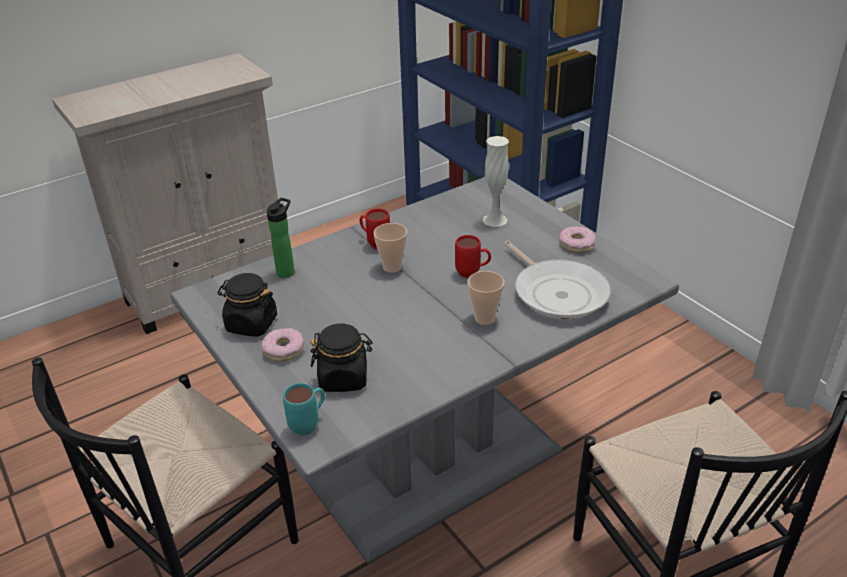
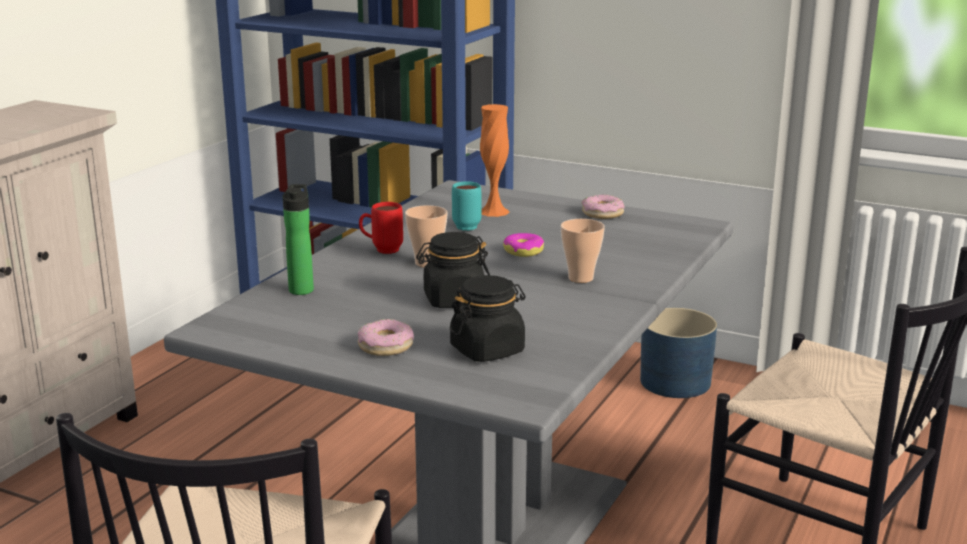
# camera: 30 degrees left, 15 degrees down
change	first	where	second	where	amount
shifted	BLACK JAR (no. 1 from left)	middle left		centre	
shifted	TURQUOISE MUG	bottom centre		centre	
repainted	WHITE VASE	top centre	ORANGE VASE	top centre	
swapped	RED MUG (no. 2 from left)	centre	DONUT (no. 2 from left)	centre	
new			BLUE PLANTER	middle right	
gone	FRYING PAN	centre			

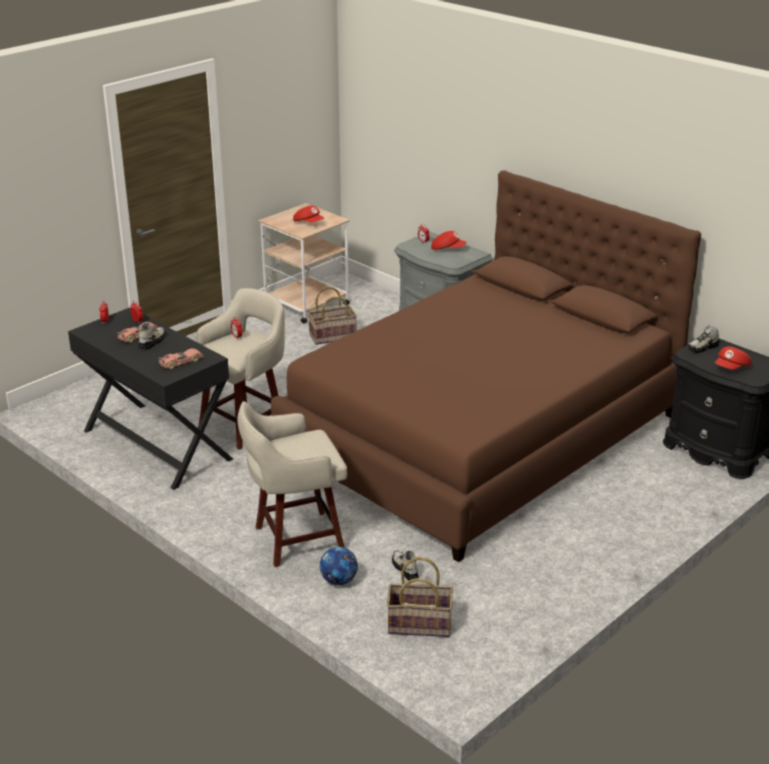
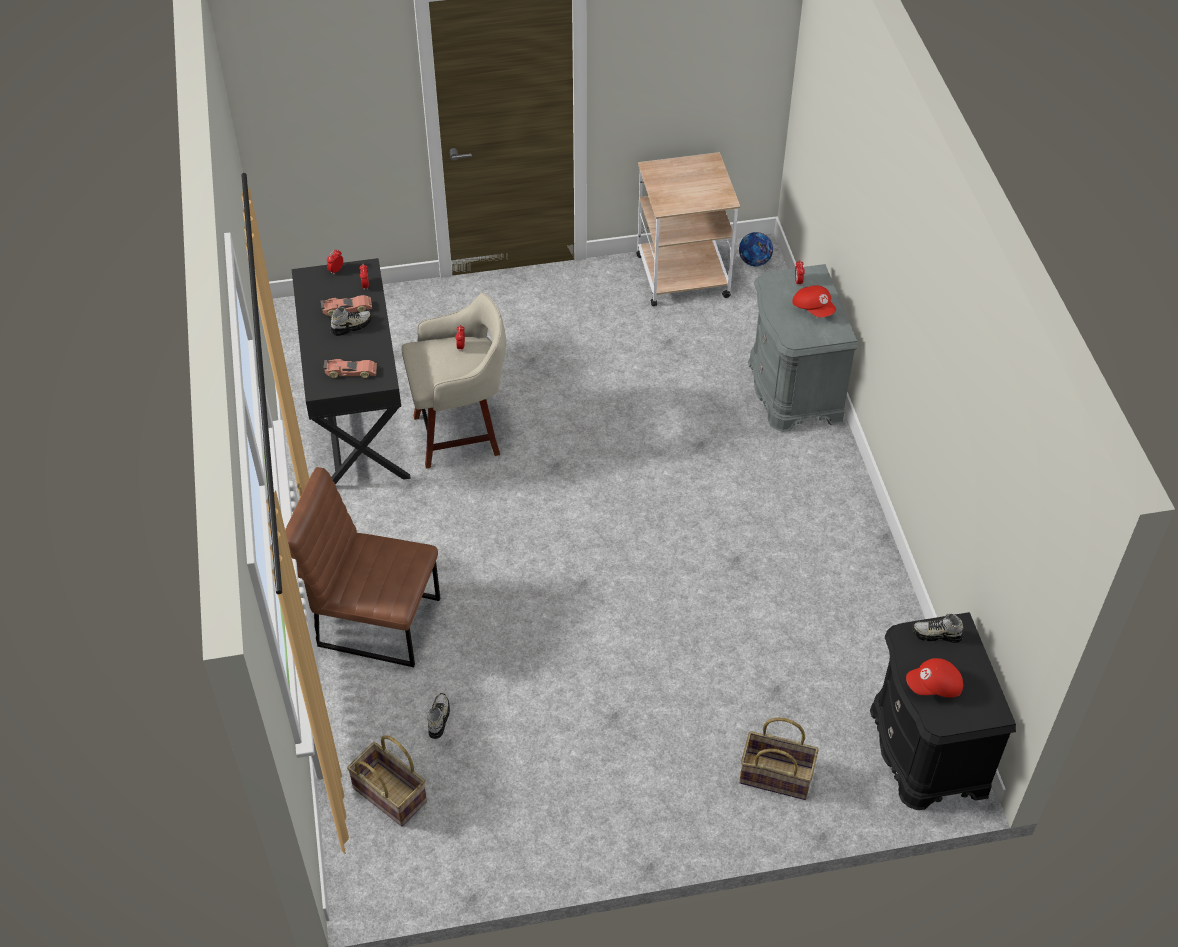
# camera: 35 degrees right, 20 degrees up
change	first	where	second	where	amount
swapped	BEIGE STOOL (no. 2 from left)	centre	BROWN CHAIR	middle left	
shifted	FOOTBALL	bottom centre		top centre	
shifted	BASKET (no. 1 from left in the first image)	centre	BASKET (no. 2 from left)	bottom centre	
gone	BROWN BED	centre			
gone	RED CAP (no. 1 from left)	top centre			

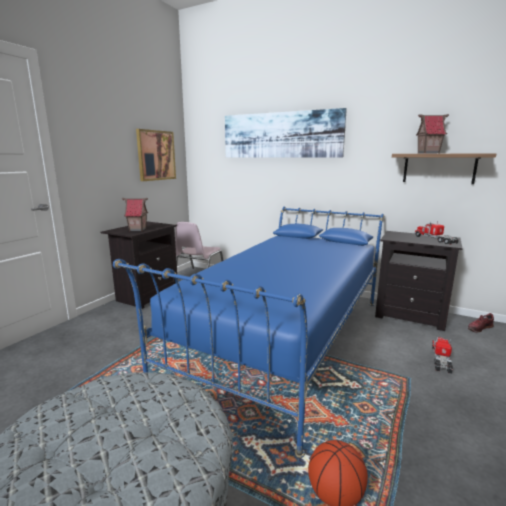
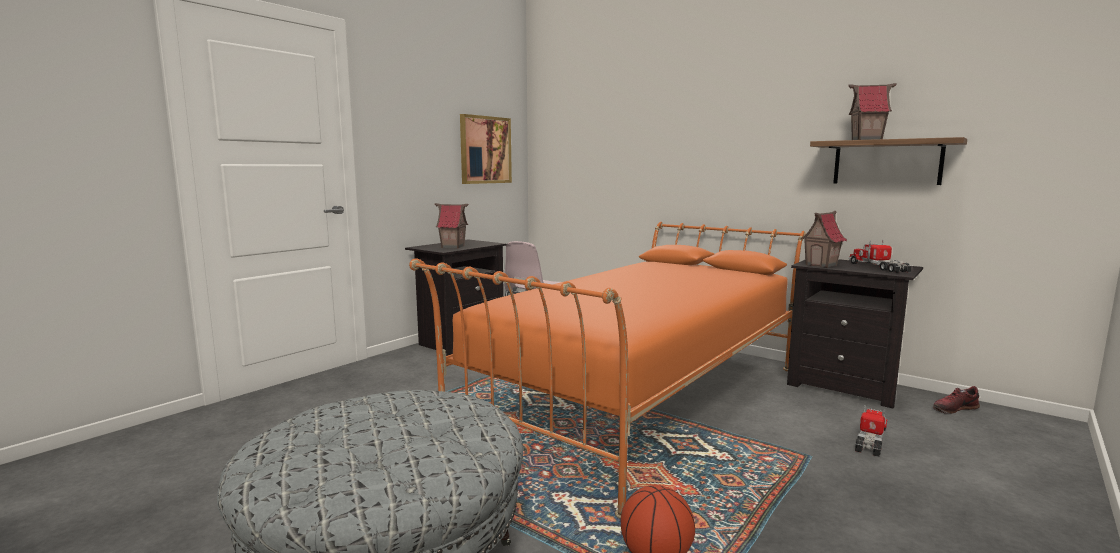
# camera: 10 degrees right, 5 degrees down
change	first	where	second	where	amount
repainted	BLUE BED	centre	ORANGE BED	bottom centre	
new			TOY HOUSE (no. 2 from left)	middle right	
gone	PICTURE (no. 2 from left)	top centre			

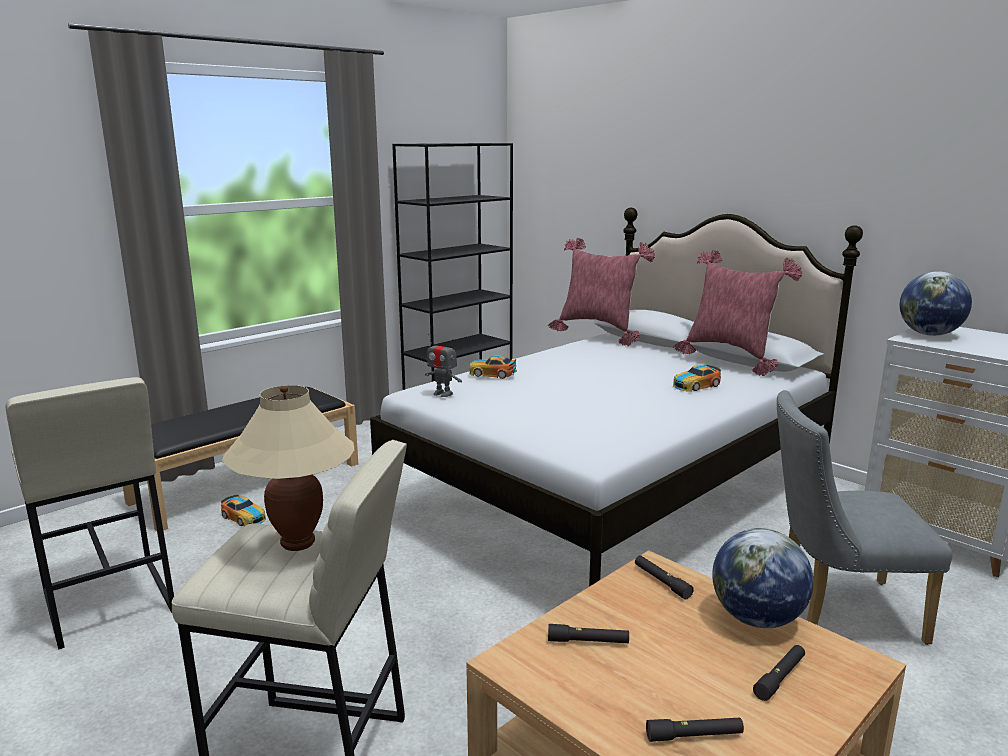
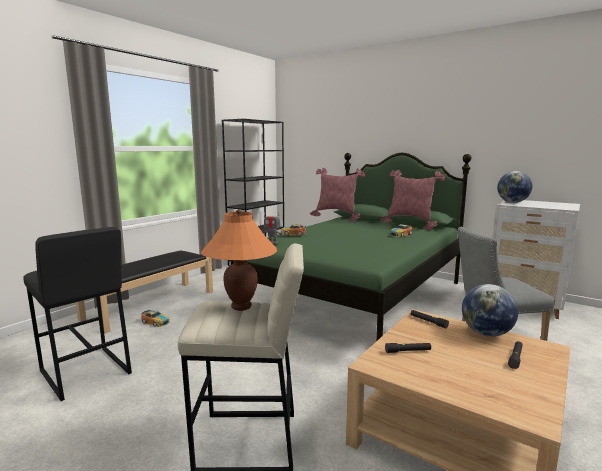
# camera: 10 degrees left, 5 degrees down
change	first	where	second	where	amount
repainted	BEIGE STOOL (no. 1 from left)	bottom left	BLACK STOOL	bottom left	
repainted	BEIGE TABLE LAMP	middle left	ORANGE TABLE LAMP	centre	
repainted	WHITE BED	centre	GREEN BED	centre	
gone	BLACK FLASHLIGHT (no. 3 from left)	bottom right			

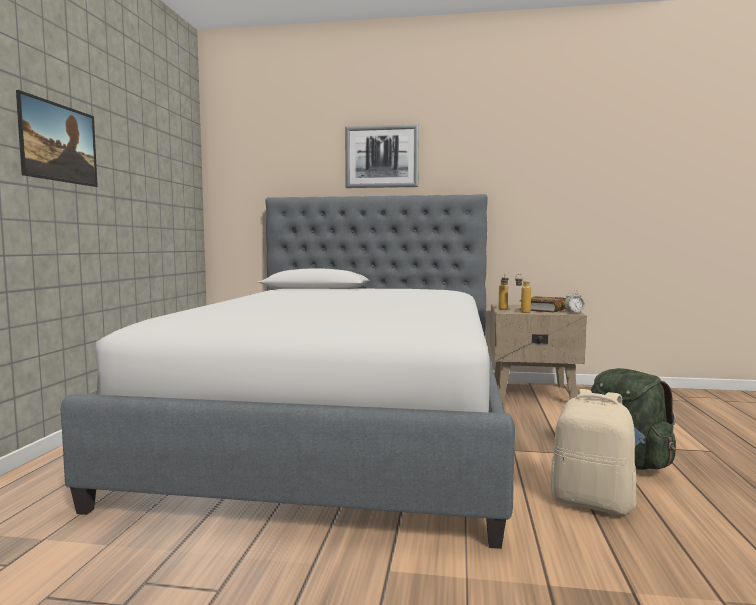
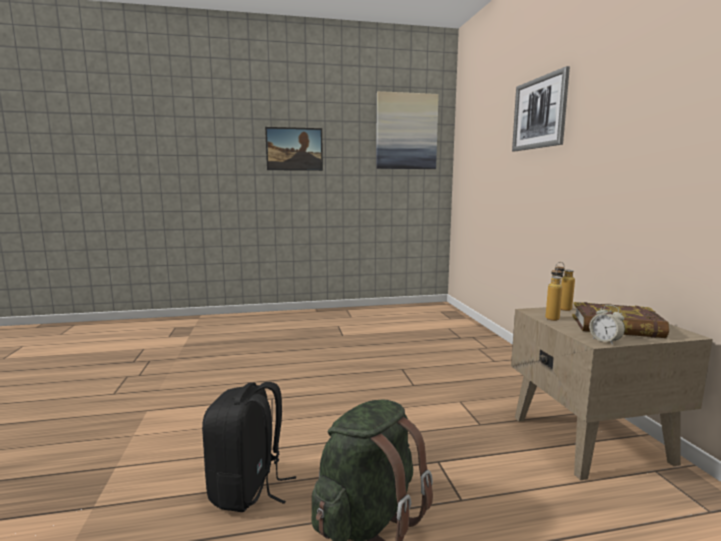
# camera: 70 degrees right, 5 degrees up
change	first	where	second	where	amount
repainted	BEIGE BACKPACK	bottom right	BLACK BACKPACK	bottom centre	
new			PICTURE (no. 2 from left)	top centre	
gone	BED	centre			

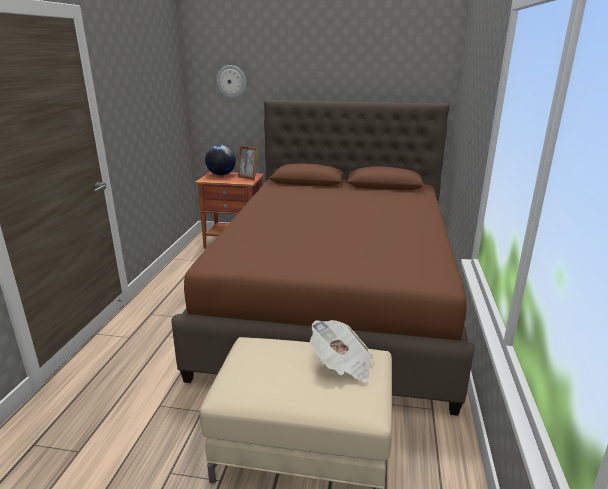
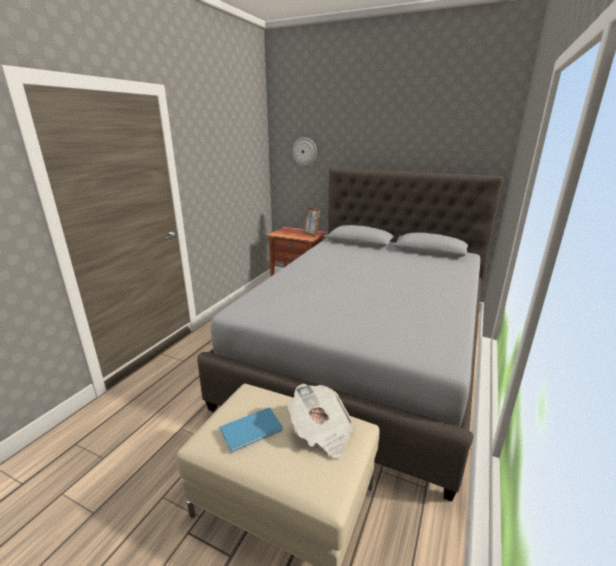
# camera: 15 degrees right, 0 degrees up
change	first	where	second	where	amount
repainted	BROWN BED	centre	GREY BED	centre	
new			BLUE BOOK	bottom centre	
gone	GLOBE	top centre			

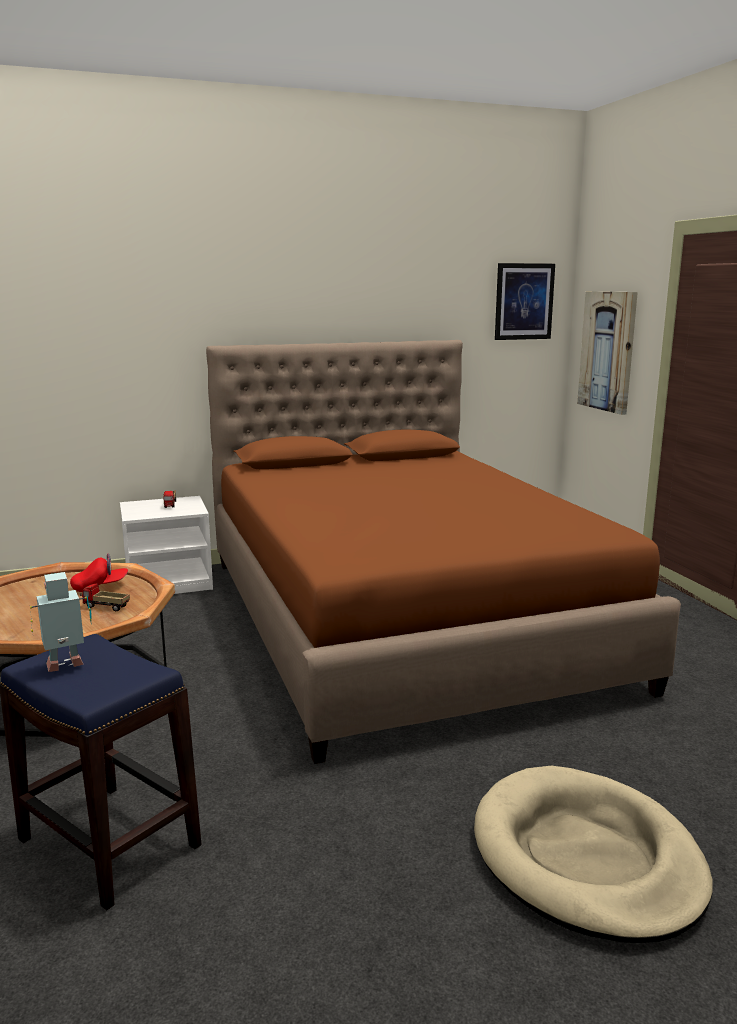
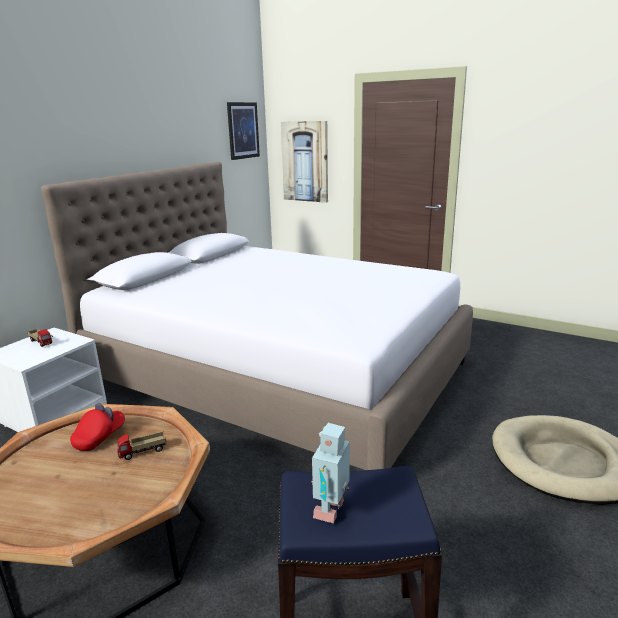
# camera: 40 degrees left, 5 degrees up
change	first	where	second	where	amount
repainted	BROWN BED	centre	WHITE BED	centre	

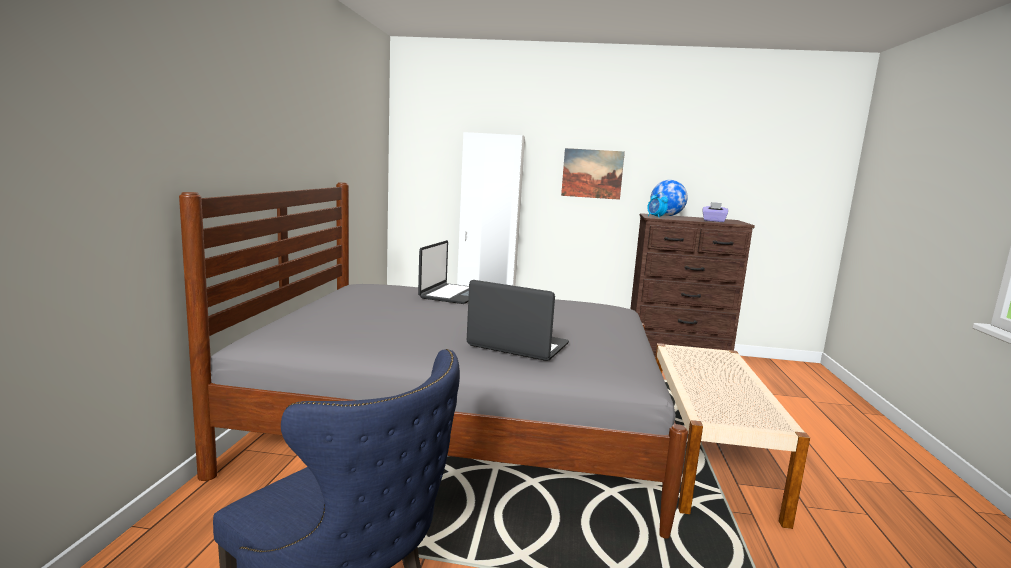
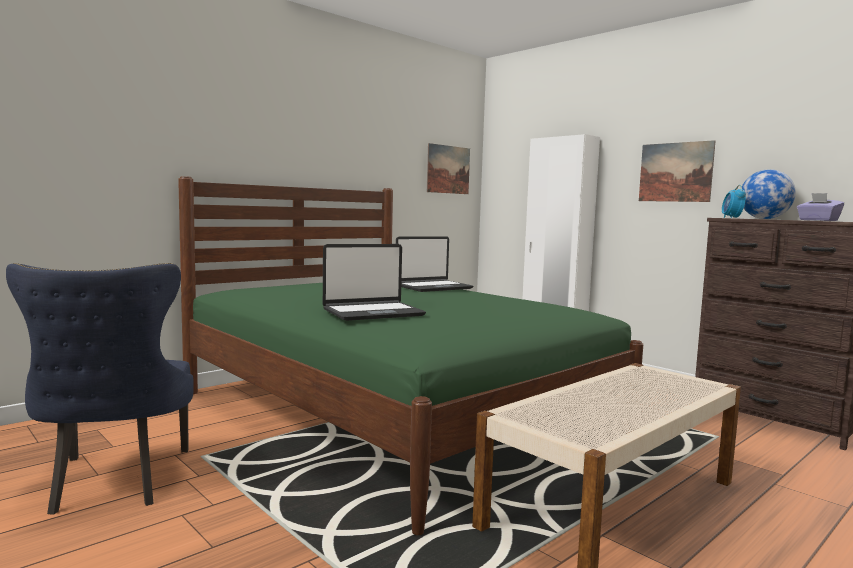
# camera: 40 degrees right, 5 degrees down
change	first	where	second	where	amount
repainted	GREY BED	centre	GREEN BED	centre	
rotated	LAPTOP (no. 2 from left in the first image)	centre	LAPTOP (no. 1 from left)	centre	90 degrees clockwise
new			PICTURE (no. 1 from left)	top centre	

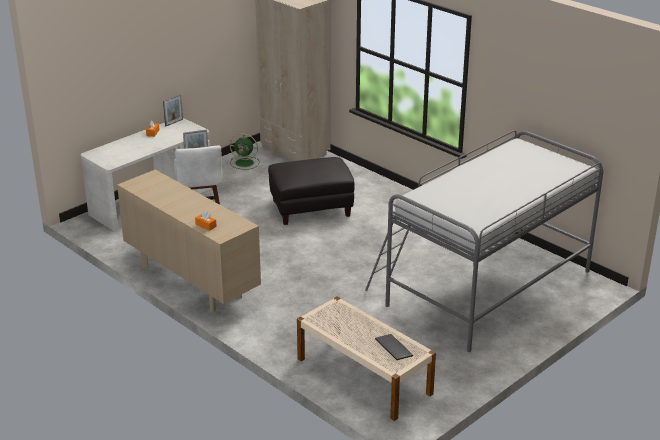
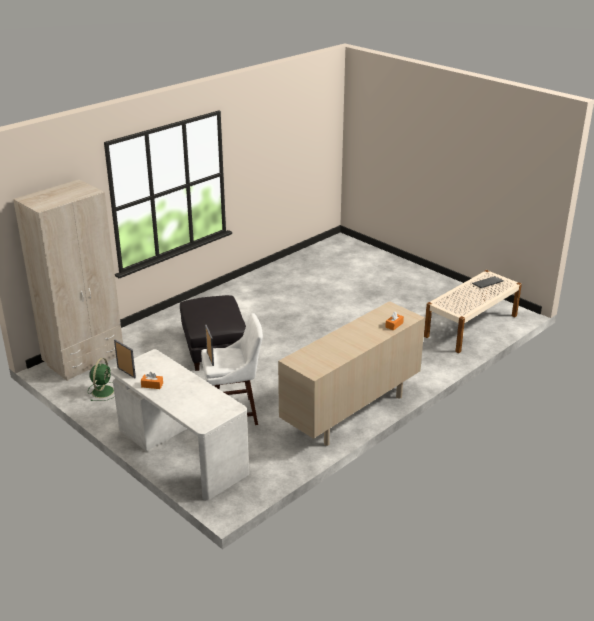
# camera: 90 degrees left, 0 degrees up
change	first	where	second	where	amount
gone	GREY BED	middle right			

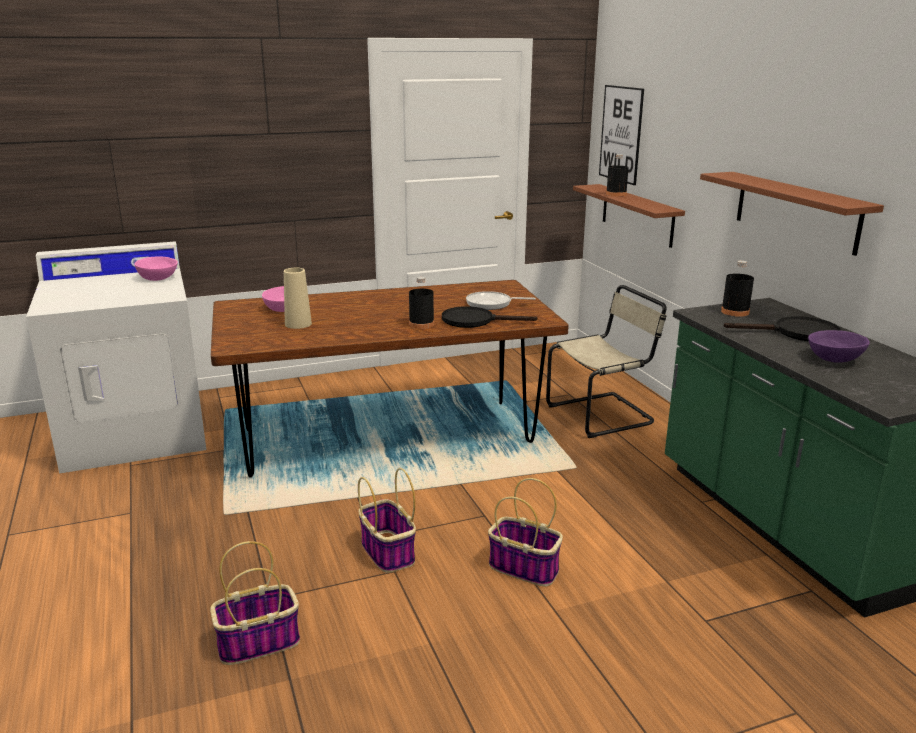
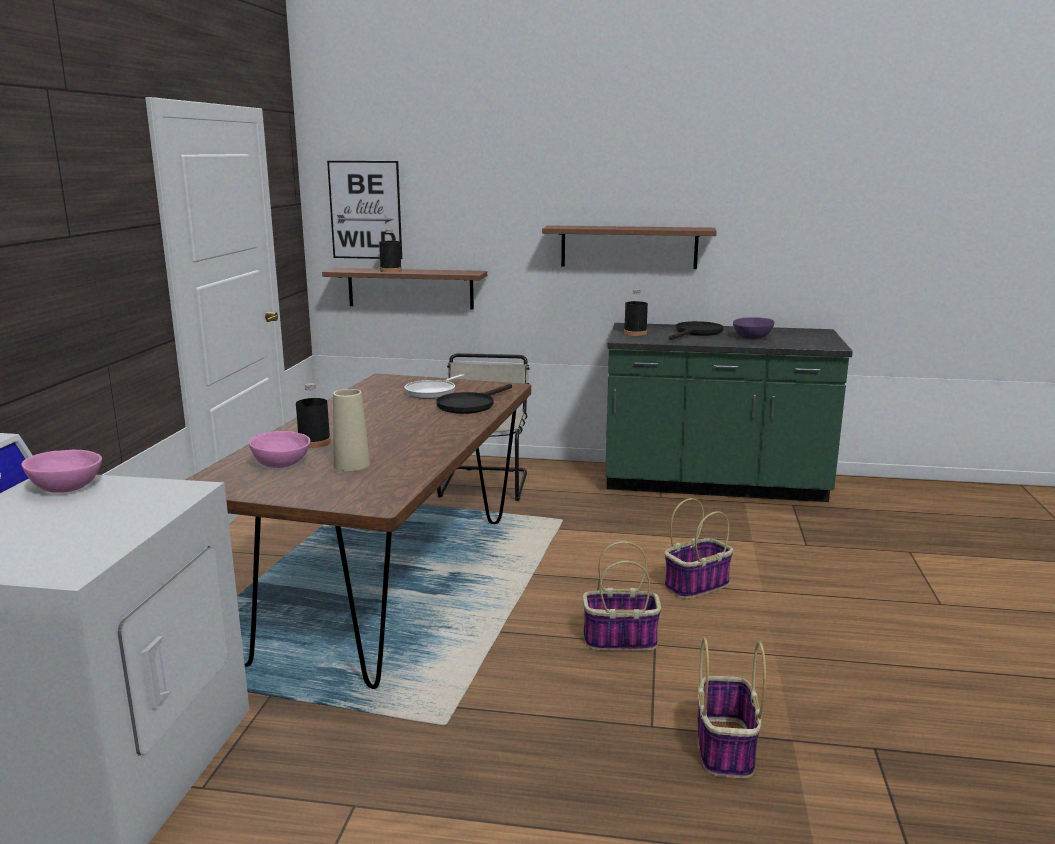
# camera: 60 degrees left, 5 degrees down
change	first	where	second	where	amount
shifted	BLACK BOTTLE (no. 1 from left)	centre		middle left	

